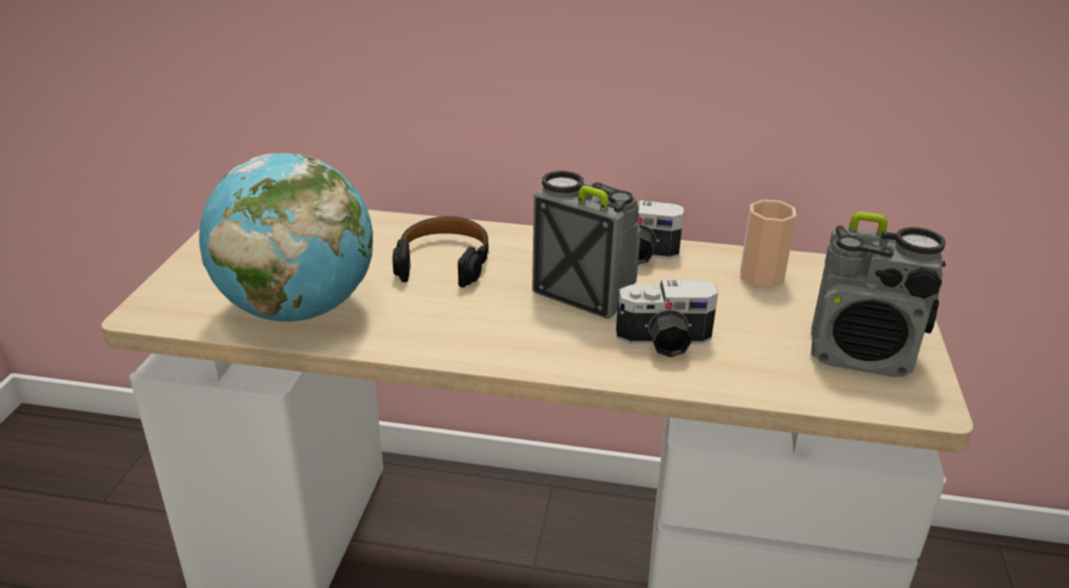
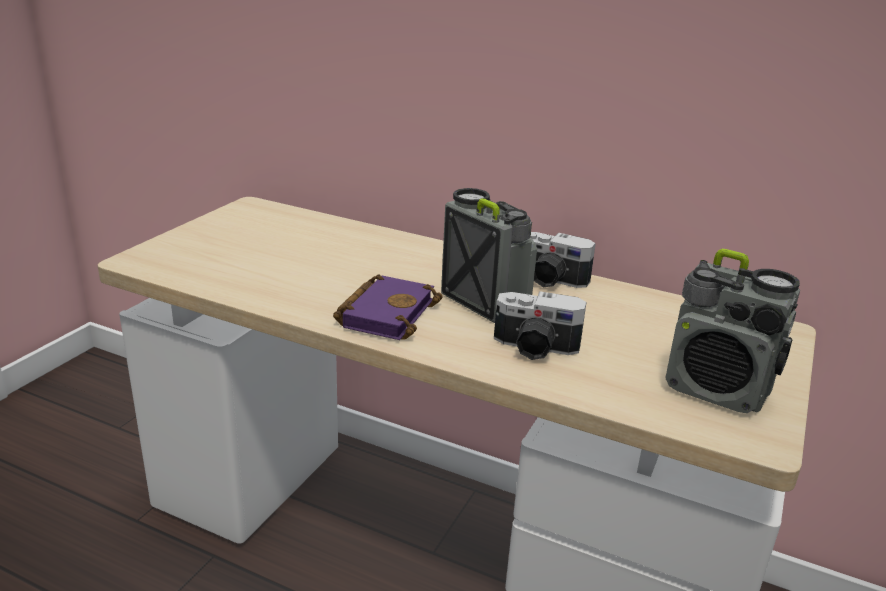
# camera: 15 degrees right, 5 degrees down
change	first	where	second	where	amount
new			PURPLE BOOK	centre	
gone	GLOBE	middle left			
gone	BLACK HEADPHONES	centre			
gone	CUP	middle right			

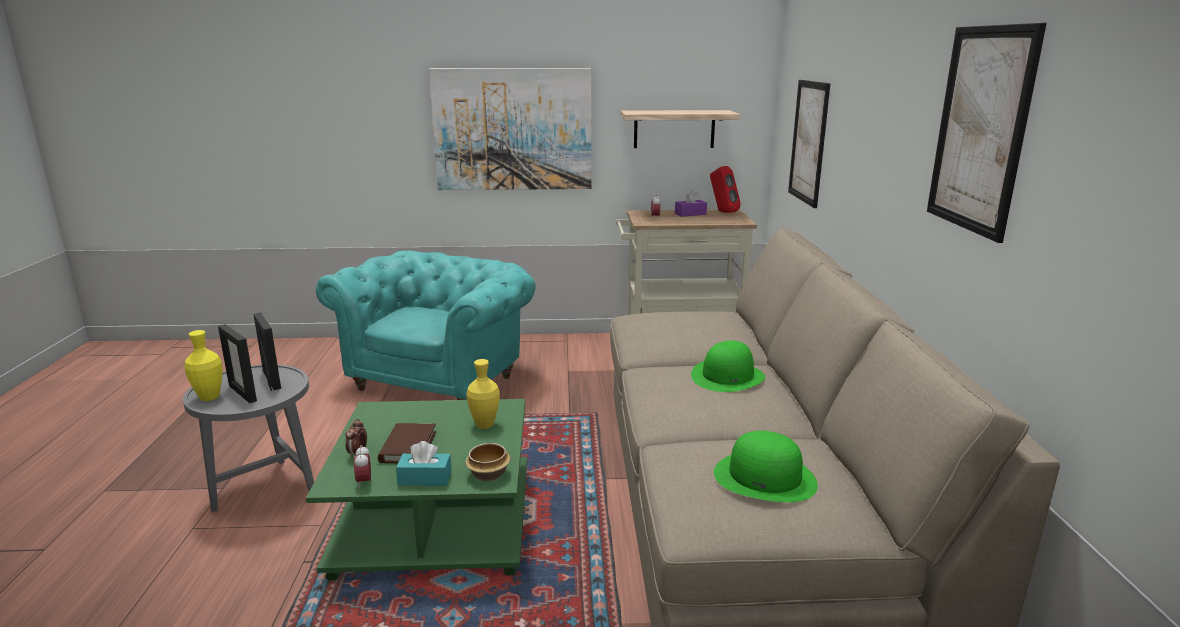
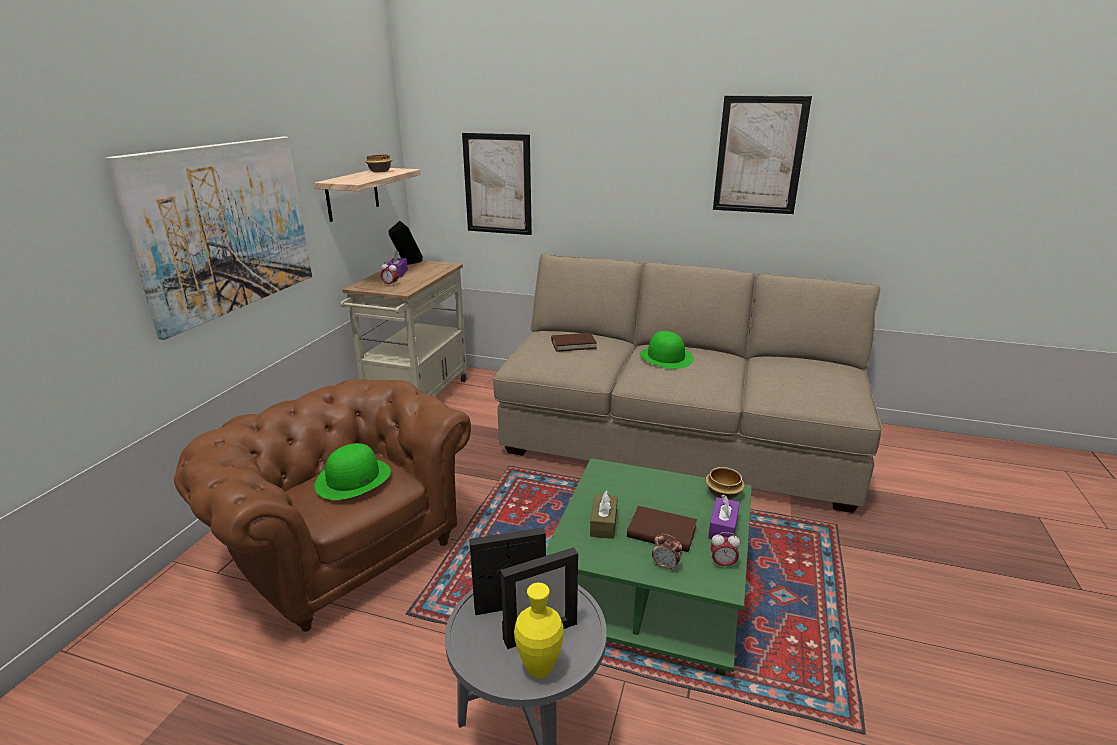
# camera: 70 degrees left, 5 degrees up
change	first	where	second	where	amount
repainted	TURQUOISE ARMCHAIR	centre	BROWN ARMCHAIR	bottom left	
shifted	GREEN HAT (no. 2 from left in the first image)	bottom centre	GREEN HAT (no. 1 from left)	middle left	
new			BOWL (no. 1 from left)	top centre	
repainted	RED SPEAKER	top centre	BLACK SPEAKER	top centre	
new			BROWN BOOK (no. 1 from left)	centre	
new			BROWN TISSUE BOX	bottom centre	
repainted	TURQUOISE TISSUE BOX	bottom centre	PURPLE TISSUE BOX (no. 2 from left)	bottom centre	
gone	YELLOW VASE (no. 2 from left)	centre			

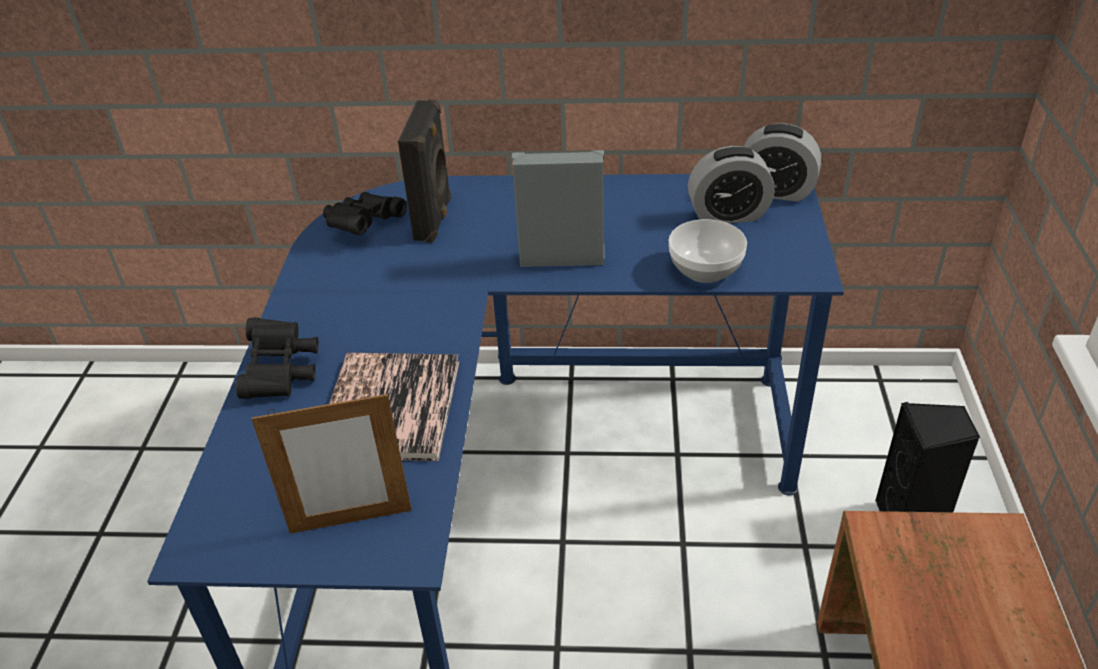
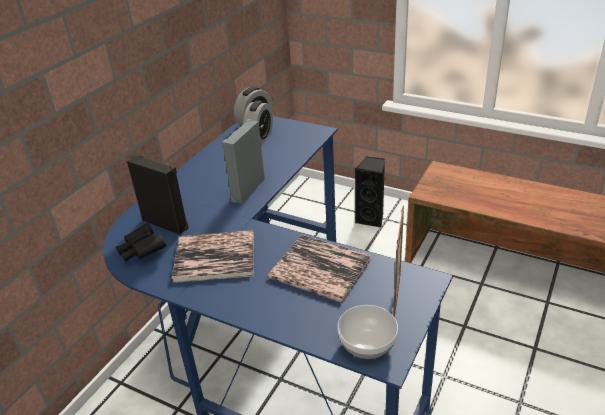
# camera: 65 degrees left, 5 degrees down
change	first	where	second	where	amount
new			BOOK (no. 1 from left)	centre	
shifted	BOWL	centre		bottom centre	
gone	BLACK BINOCULARS (no. 1 from left)	middle left			

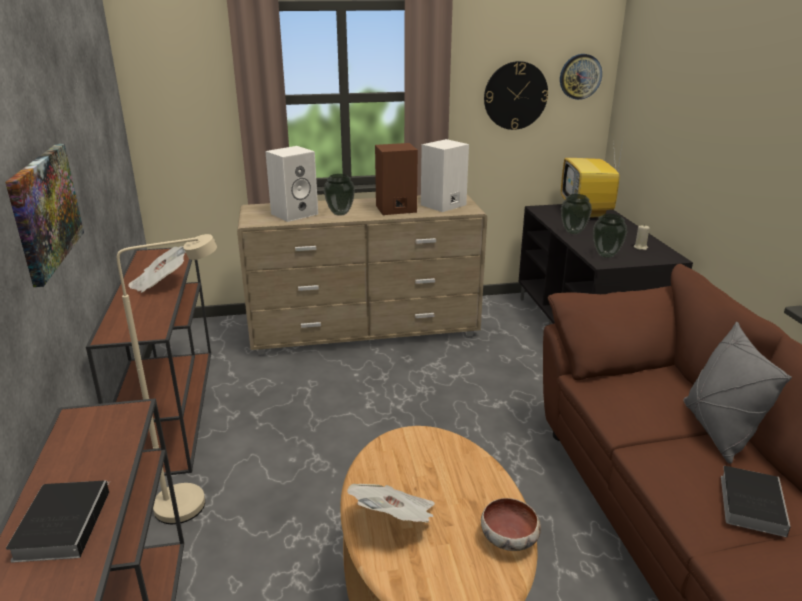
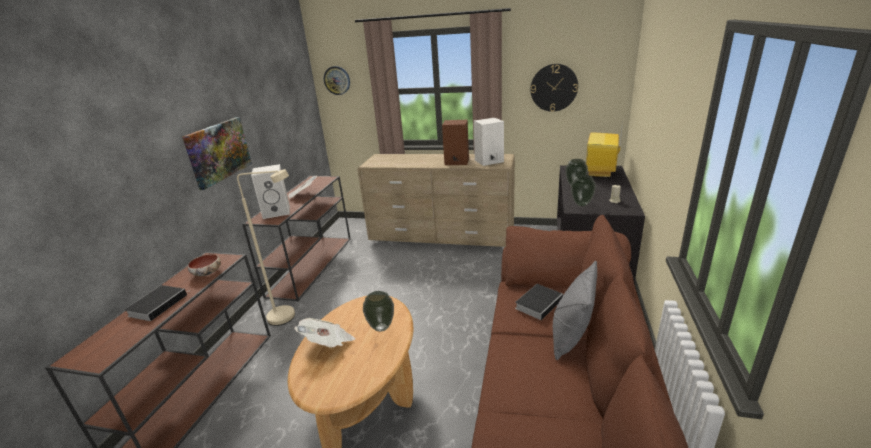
# camera: 25 degrees right, 0 degrees up
change	first	where	second	where	amount
shifted	BOWL	bottom centre		middle left	
shifted	WHITE SPEAKER (no. 1 from left)	top centre		middle left	
shifted	WALL CLOCK (no. 2 from left in the first image)	top right	WALL CLOCK (no. 1 from left)	top centre	
shifted	VASE (no. 1 from left)	top centre		bottom centre	
shifted	BOOK (no. 2 from left)	bottom right		bottom centre	

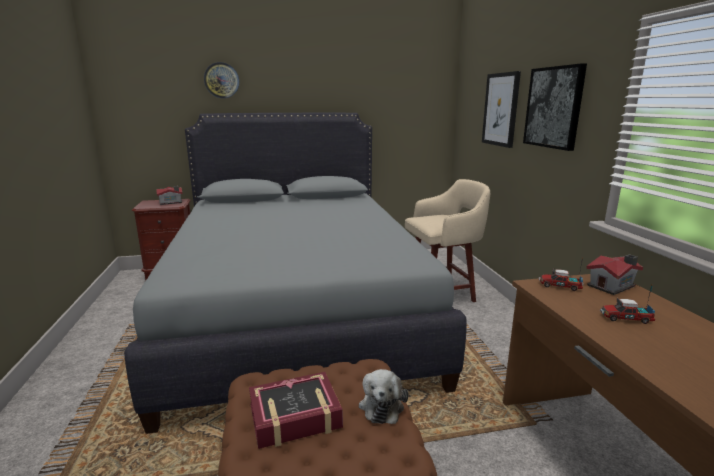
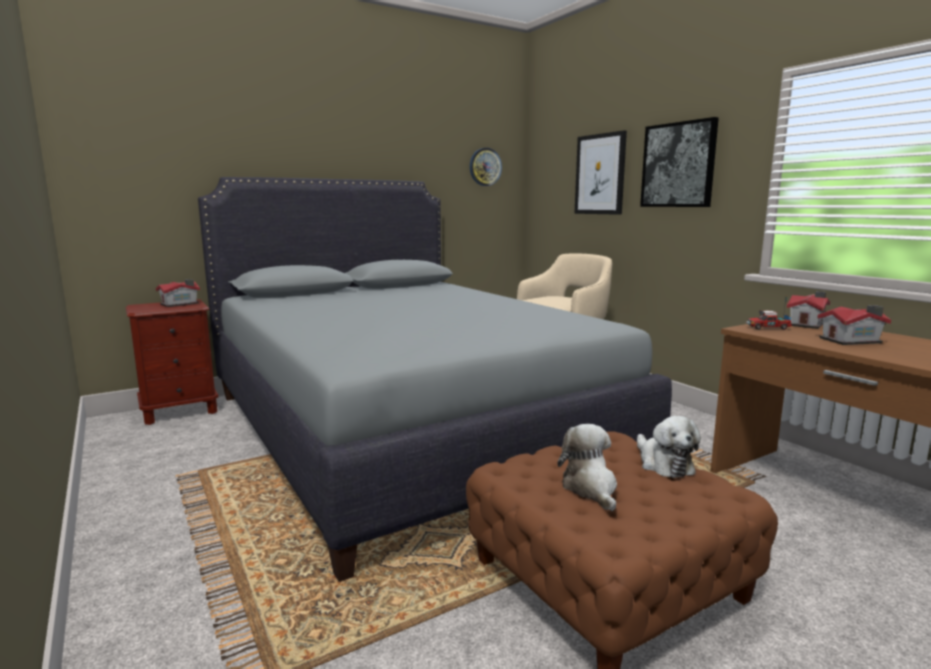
# camera: 20 degrees left, 5 degrees down
change	first	where	second	where	amount
shifted	WALL CLOCK	top left		top centre	
swapped	BOOK	bottom centre	PLUSH TOY (no. 1 from left)	bottom centre	
swapped	TOY TRUCK (no. 2 from left)	middle right	TOY HOUSE (no. 3 from left)	middle right	

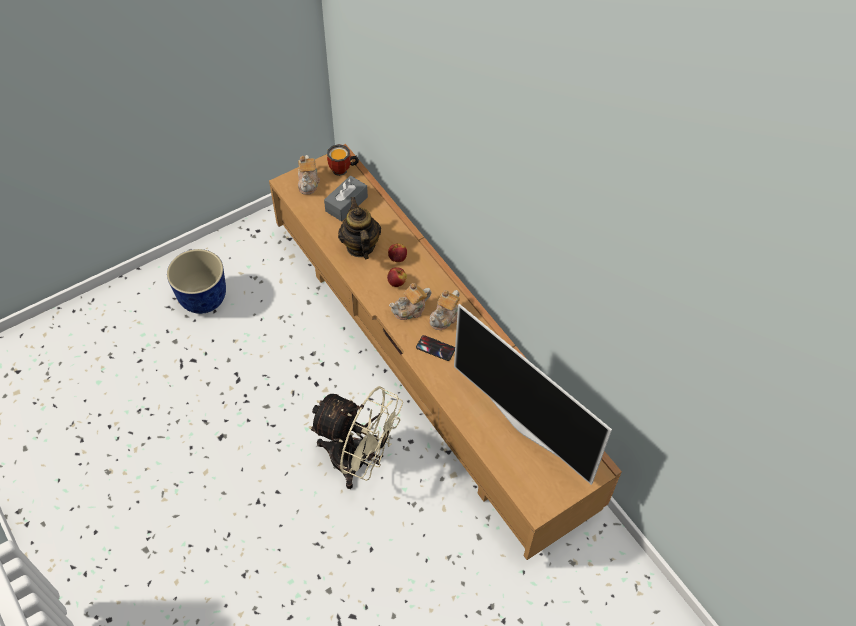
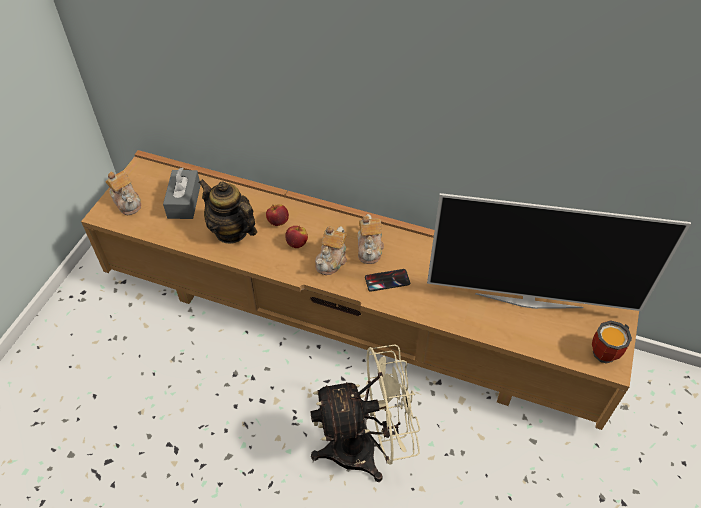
# camera: 35 degrees left, 5 degrees down
change	first	where	second	where	amount
shifted	MUG	top centre		bottom right	
gone	PLANTER	middle left			

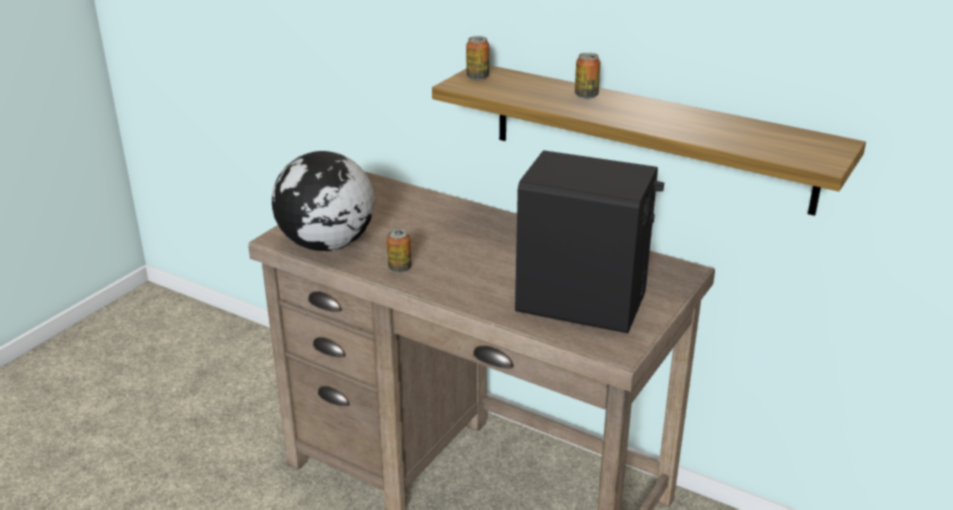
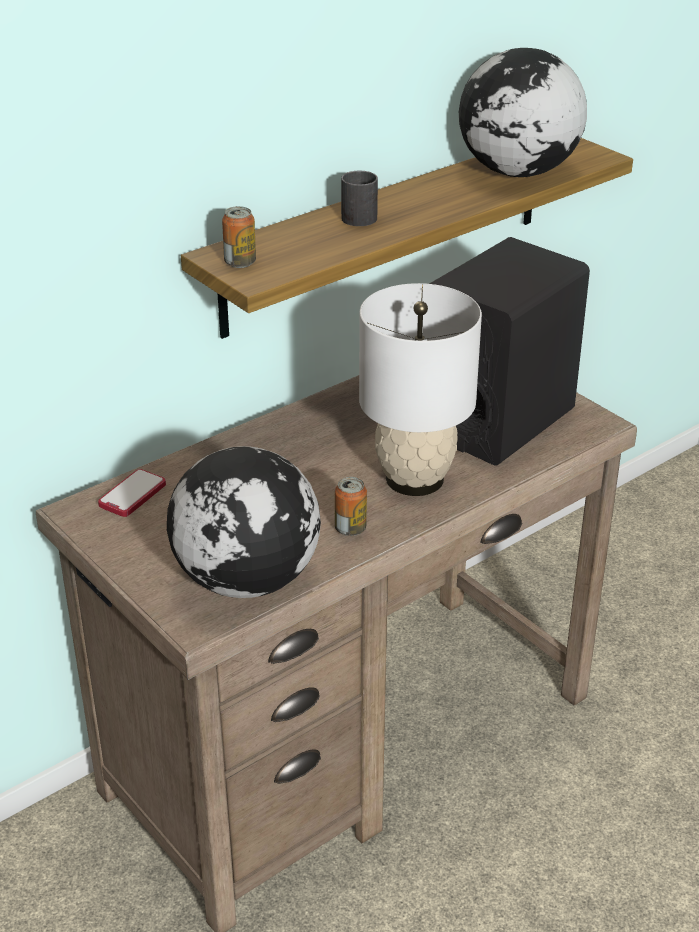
# camera: 70 degrees left, 5 degrees up
change	first	where	second	where	amount
new			PHONE	middle left	
swapped	CAN (no. 3 from left)	top centre	BLACK MUG	top centre	
new			WHITE TABLE LAMP	centre	
new			GLOBE (no. 2 from left)	top right	

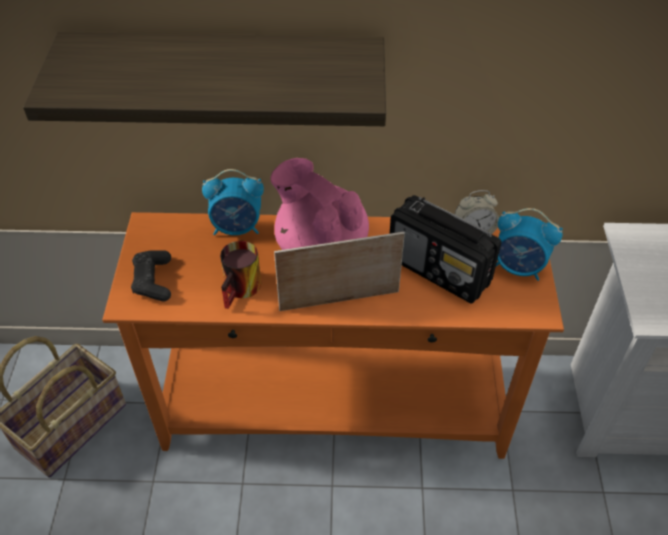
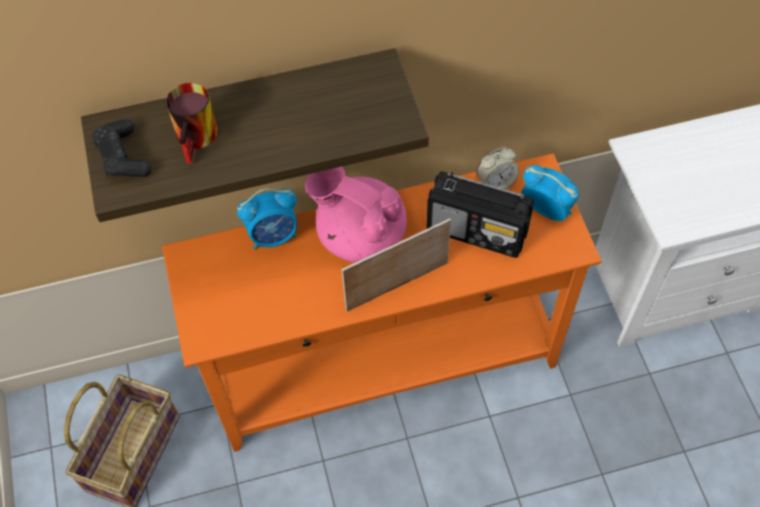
# camera: 15 degrees left, 10 degrees up
change	first	where	second	where	amount
shifted	BLACK GAME CONTROLLER	middle left		top left	
shifted	MUG	centre		top left	
rotated	ALARM CLOCK (no. 3 from left)	middle right		middle right	150 degrees counterclockwise

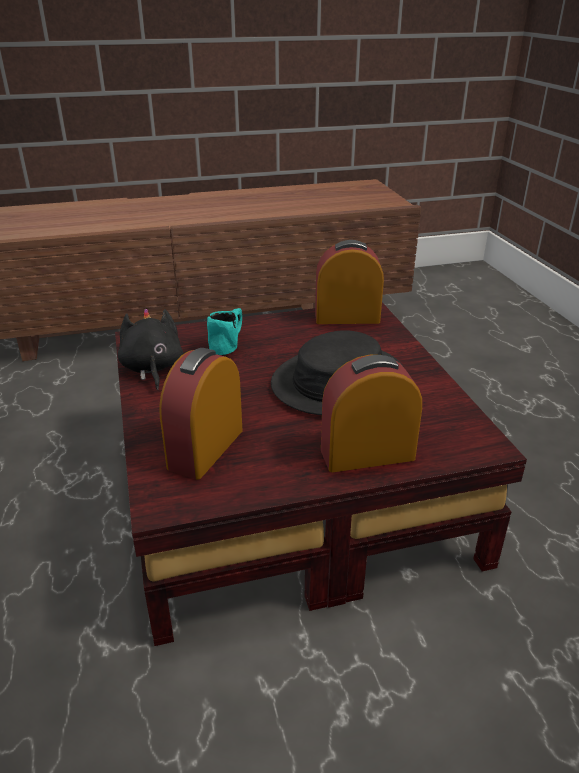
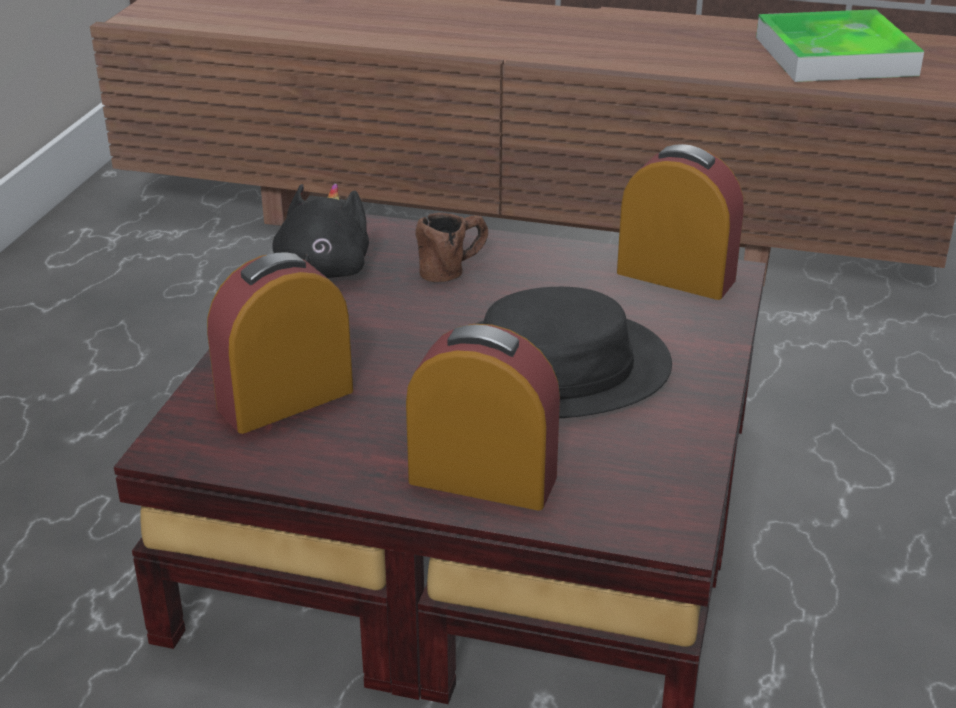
# camera: 30 degrees right, 0 degrees up
change	first	where	second	where	amount
repainted	TURQUOISE MUG	centre	BROWN MUG	centre	
new			TRAY	top right	

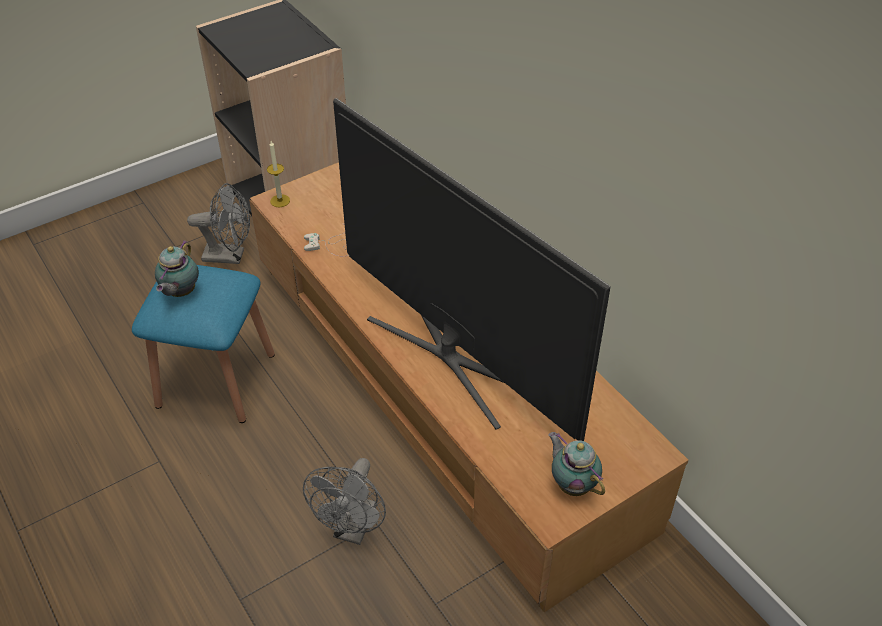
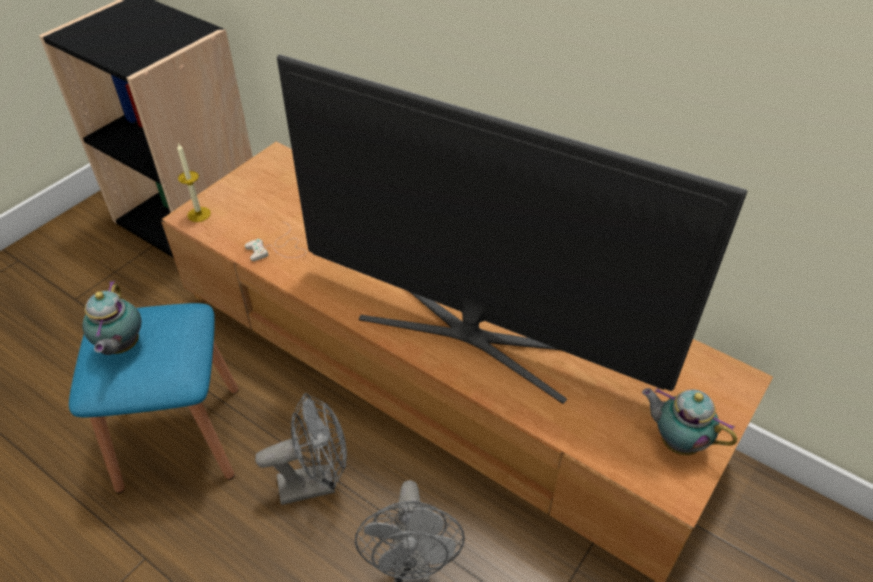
# camera: 20 degrees left, 0 degrees up
change	first	where	second	where	amount
shifted	GREY FAN (no. 1 from left)	middle left		bottom centre	

